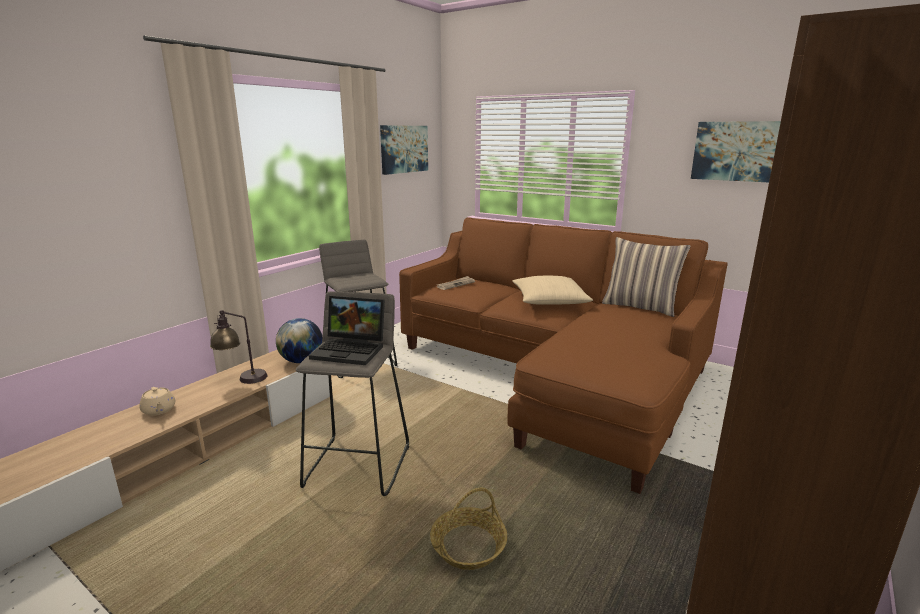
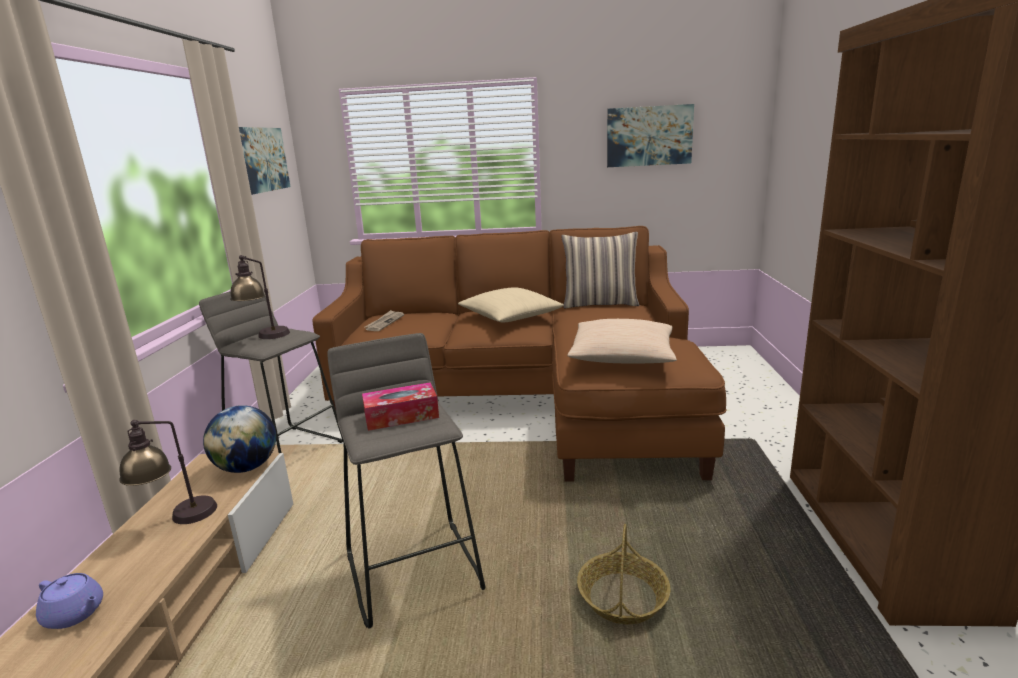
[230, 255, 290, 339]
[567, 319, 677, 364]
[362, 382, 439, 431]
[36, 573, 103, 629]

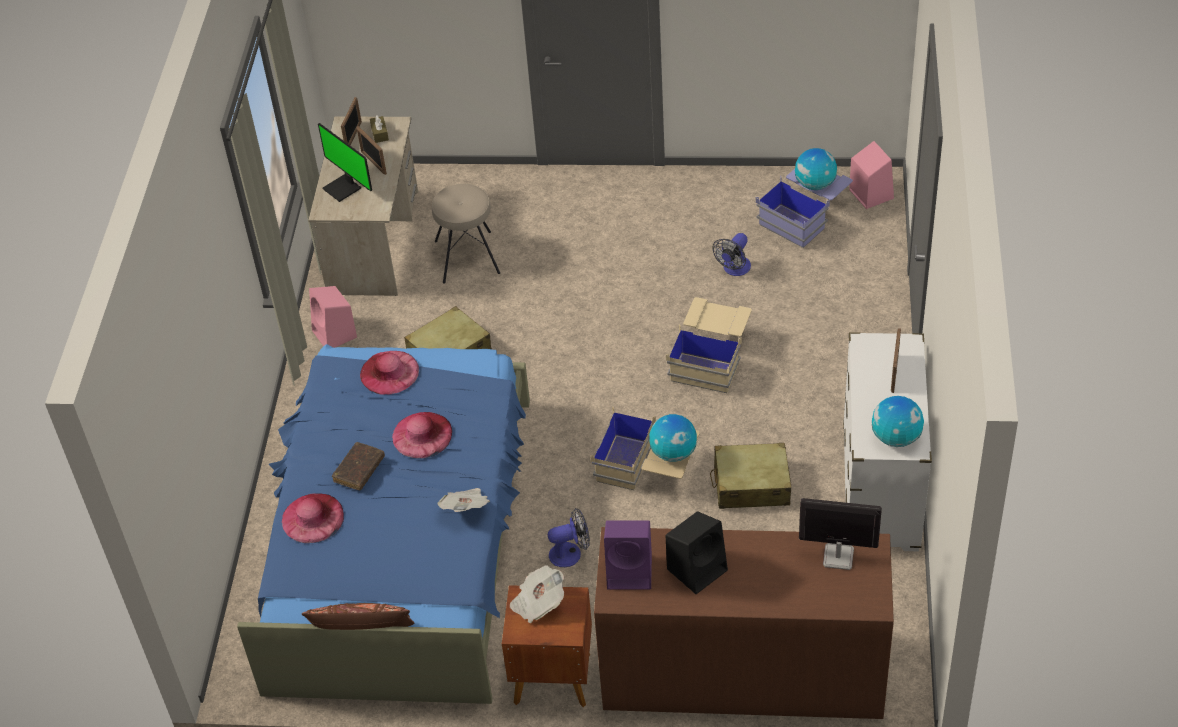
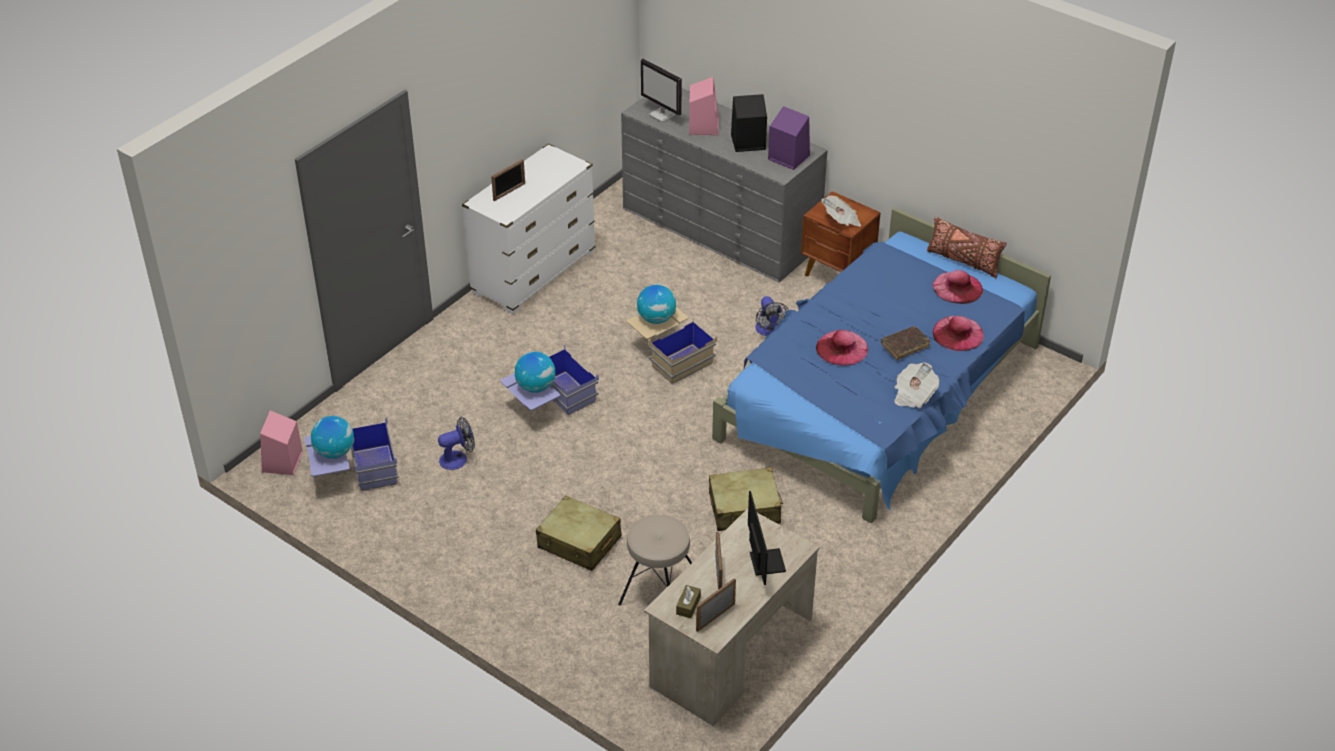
[689, 77, 719, 135]
[932, 270, 983, 304]
[894, 363, 939, 408]
[536, 496, 621, 571]
[515, 352, 555, 393]
[621, 88, 828, 283]
[500, 344, 599, 415]
[755, 296, 788, 336]

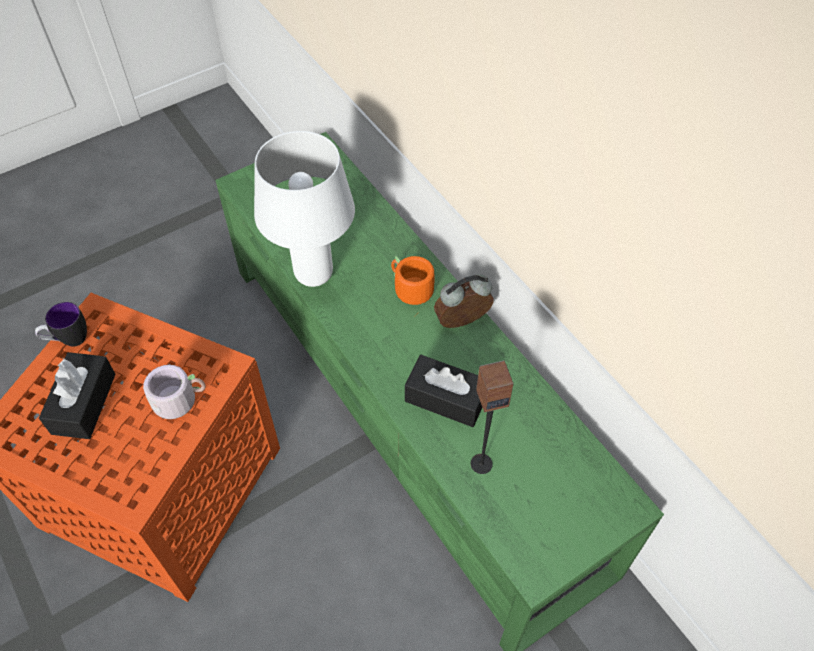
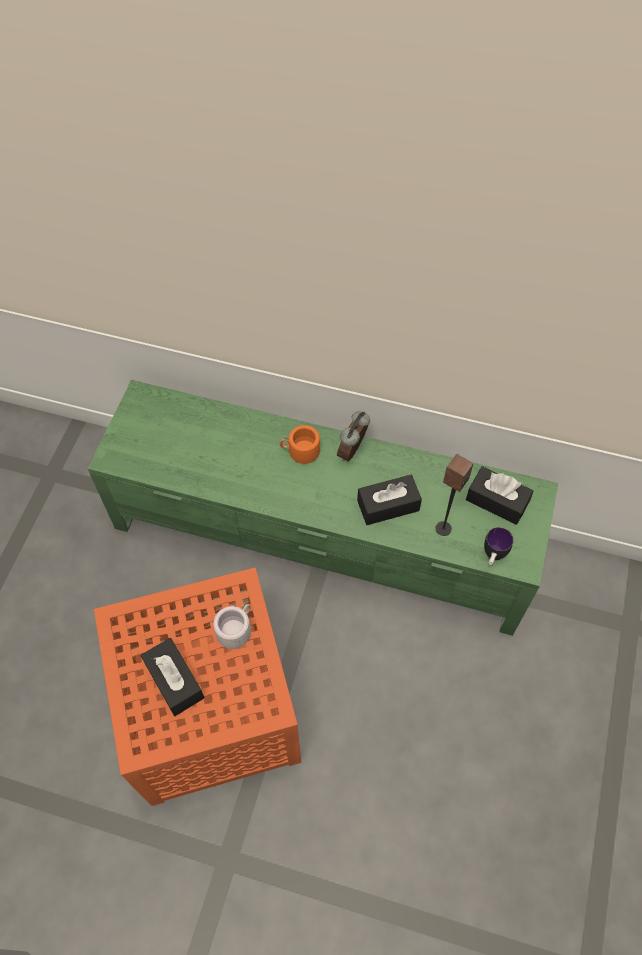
[254, 131, 355, 287] (first image)
[466, 466, 533, 525]
[484, 527, 514, 566]

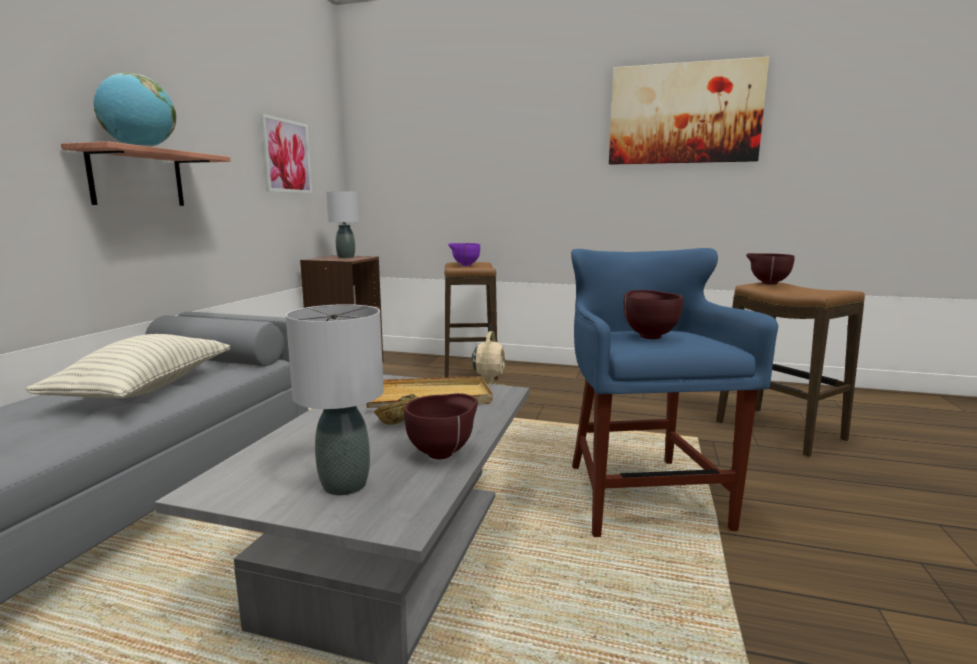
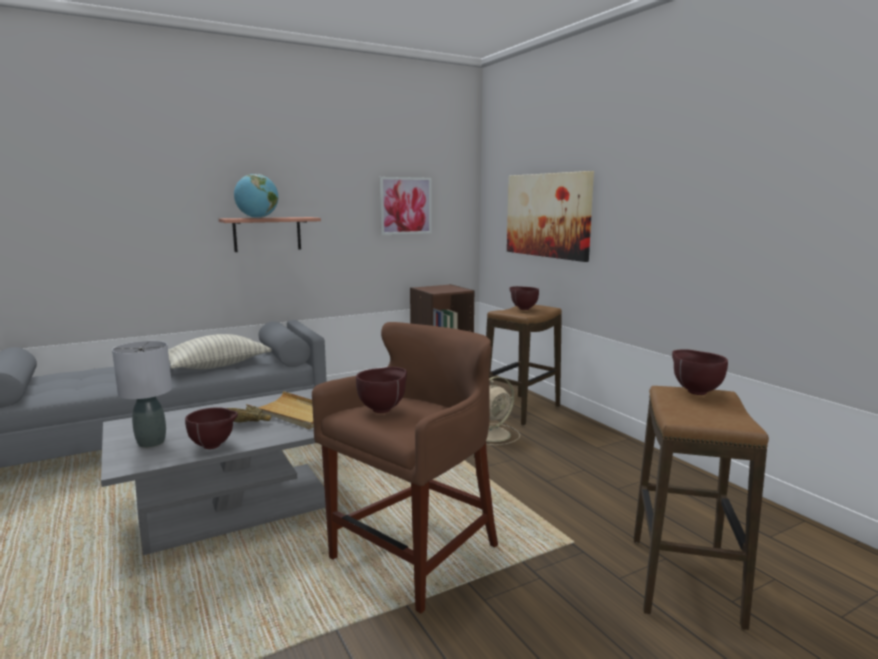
[326, 191, 360, 258] (first image)
[507, 171, 594, 262]
[510, 286, 539, 310]
[312, 322, 498, 614]

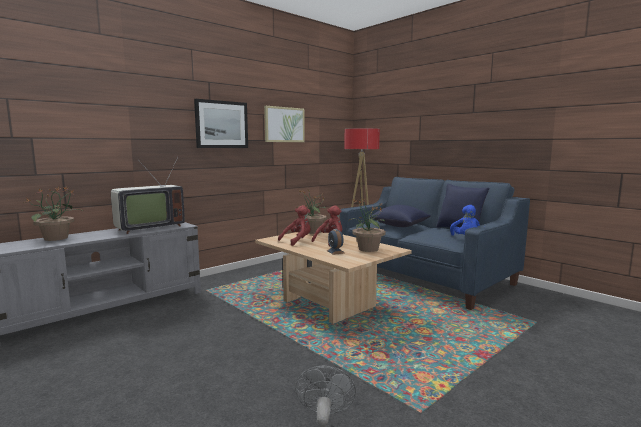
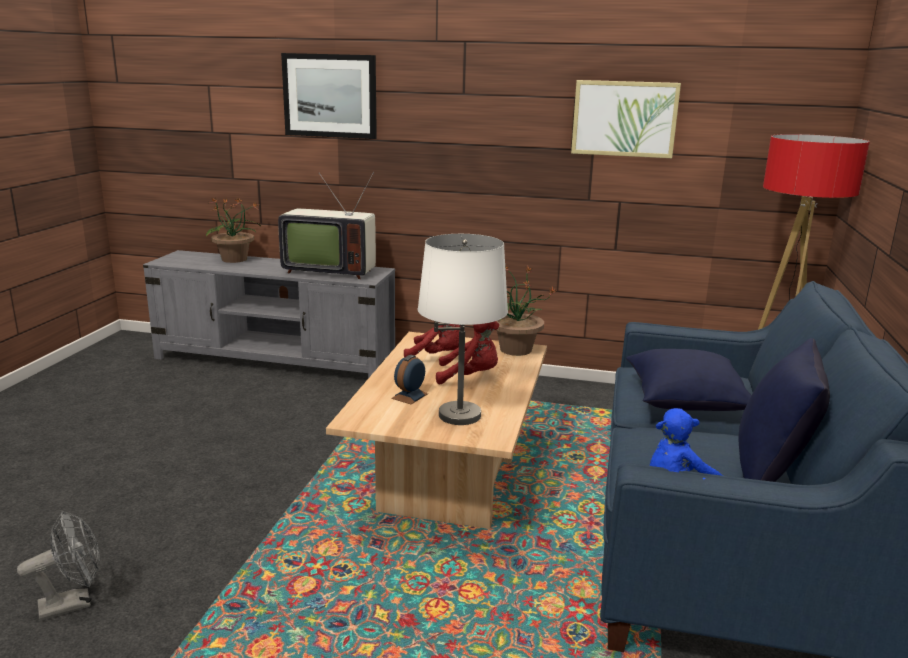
[281, 53, 377, 139]
[418, 234, 508, 425]

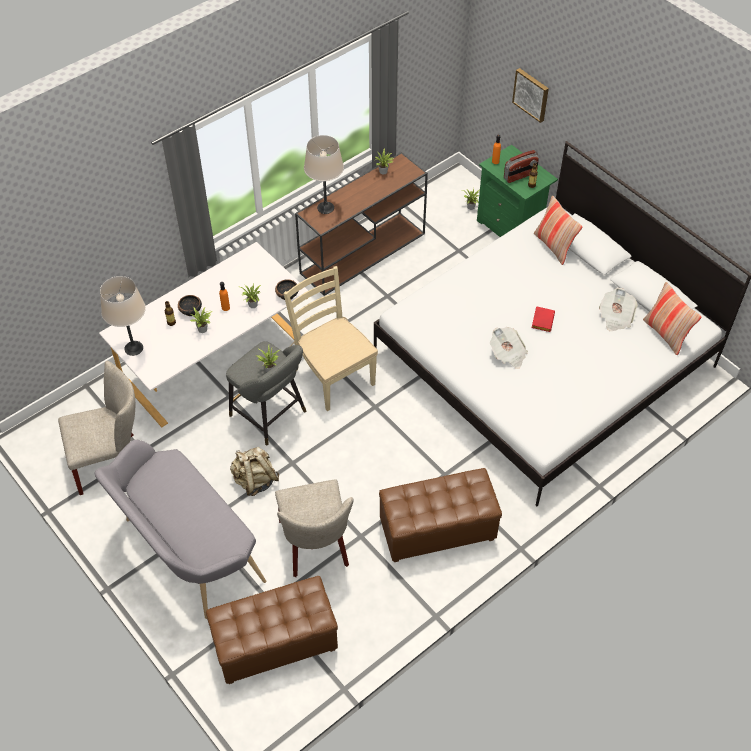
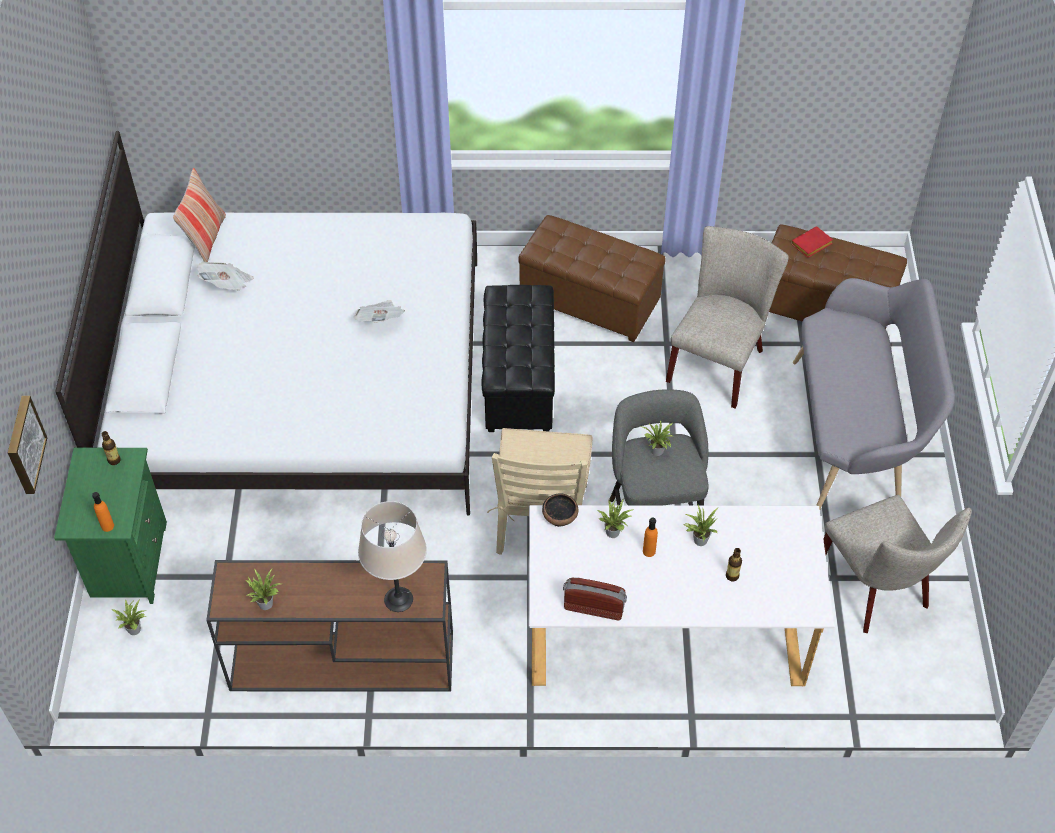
[100, 276, 146, 356] (first image)
[178, 295, 202, 316] (first image)
[230, 447, 279, 496] (first image)
[534, 195, 582, 265] (first image)
[481, 285, 555, 432]
[563, 578, 627, 620]
[791, 226, 833, 258]
[823, 495, 972, 633]

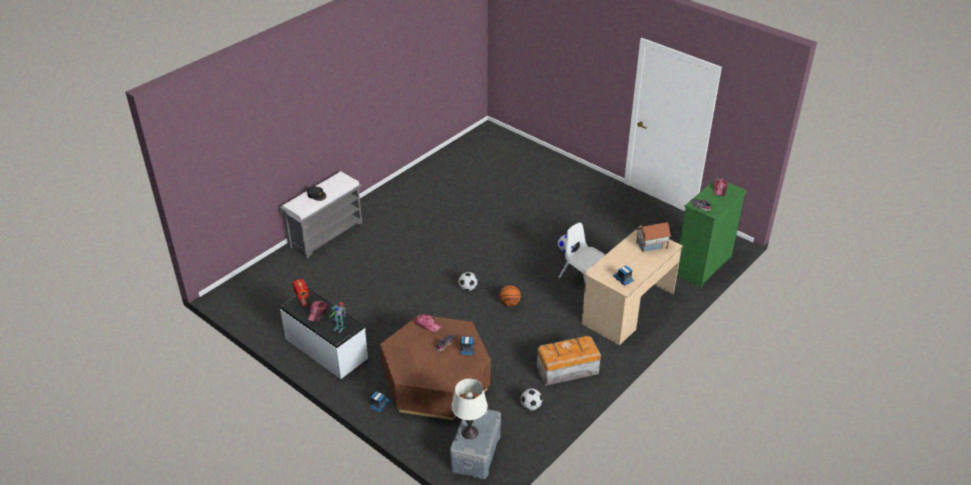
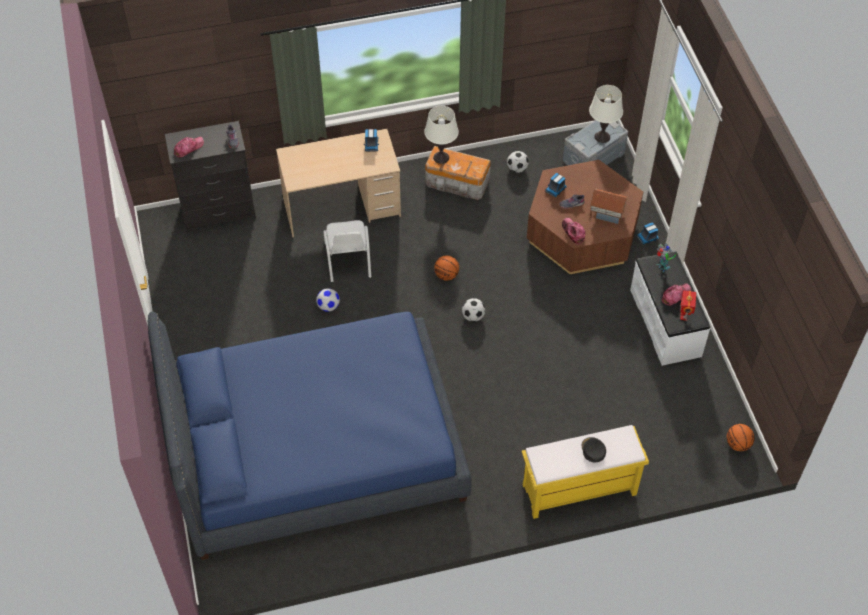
[147, 312, 472, 560]
[424, 106, 459, 164]
[727, 424, 755, 451]
[589, 189, 628, 225]
[522, 425, 649, 519]
[165, 121, 256, 232]

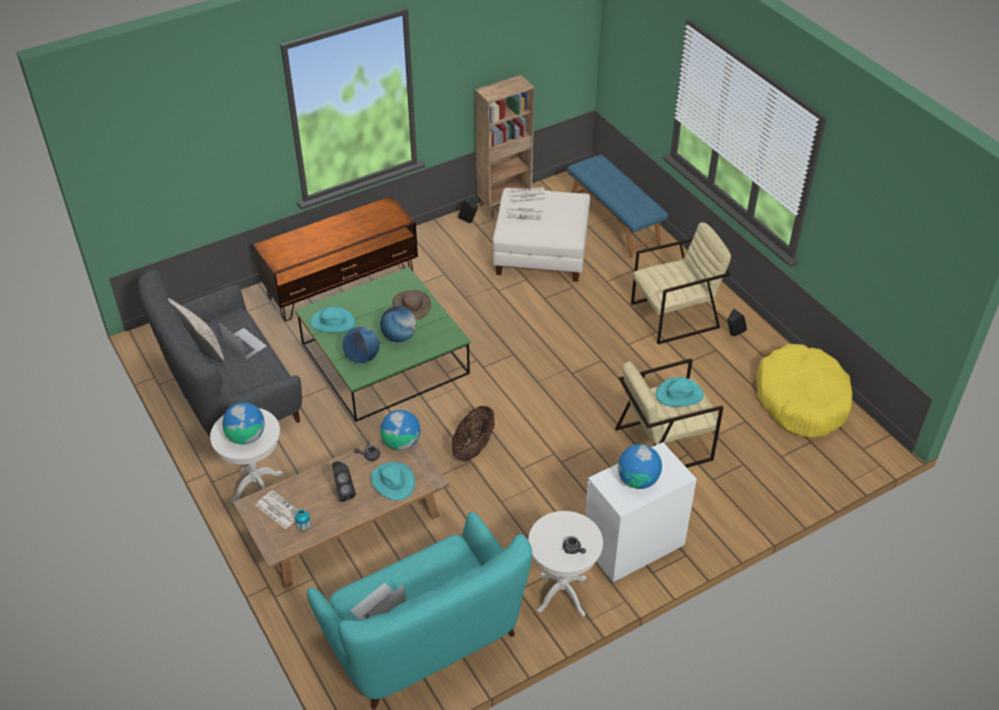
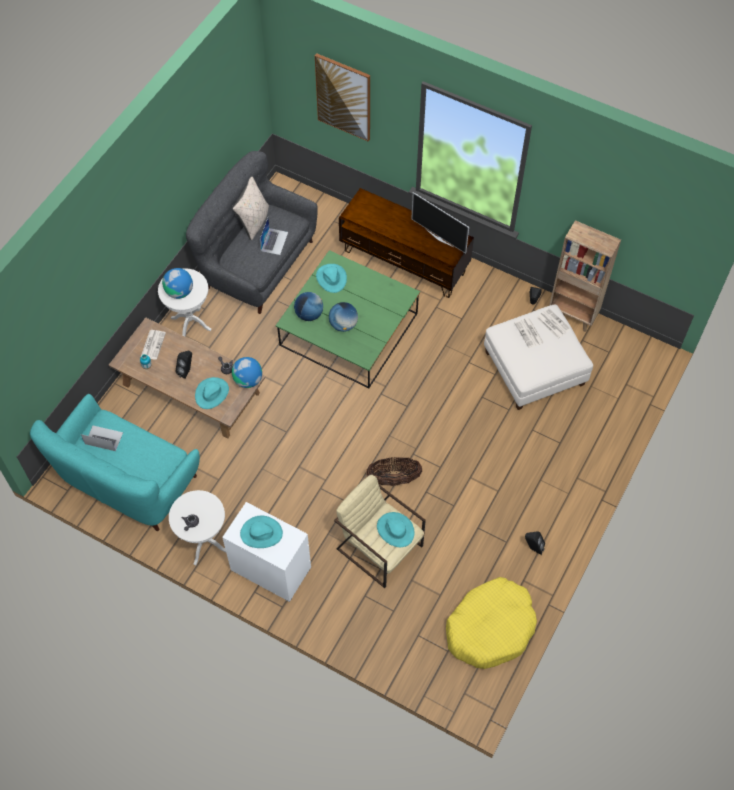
[393, 290, 431, 320] (first image)
[568, 155, 668, 258] (first image)
[631, 222, 731, 344] (first image)
[315, 53, 370, 141]
[411, 192, 469, 254]
[366, 457, 422, 486]
[240, 516, 283, 548]

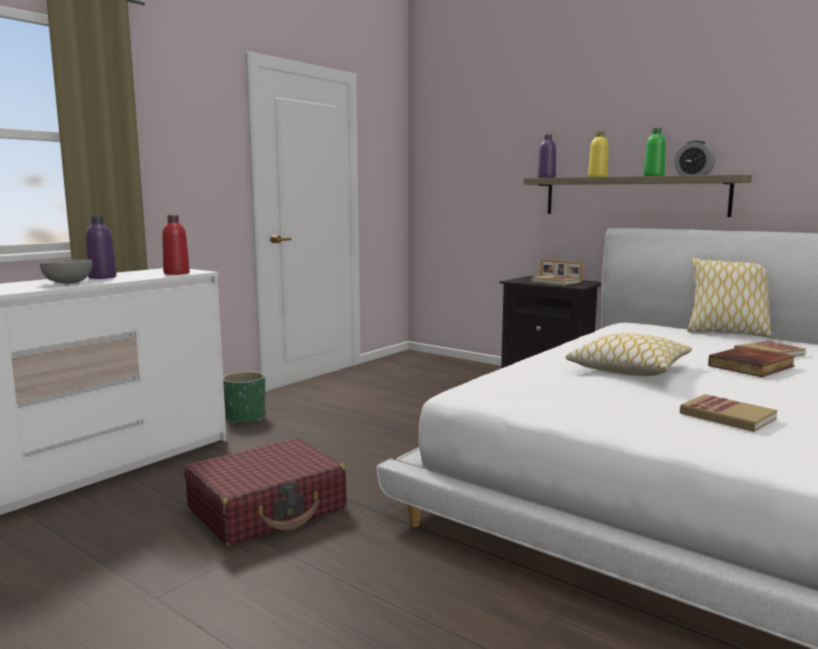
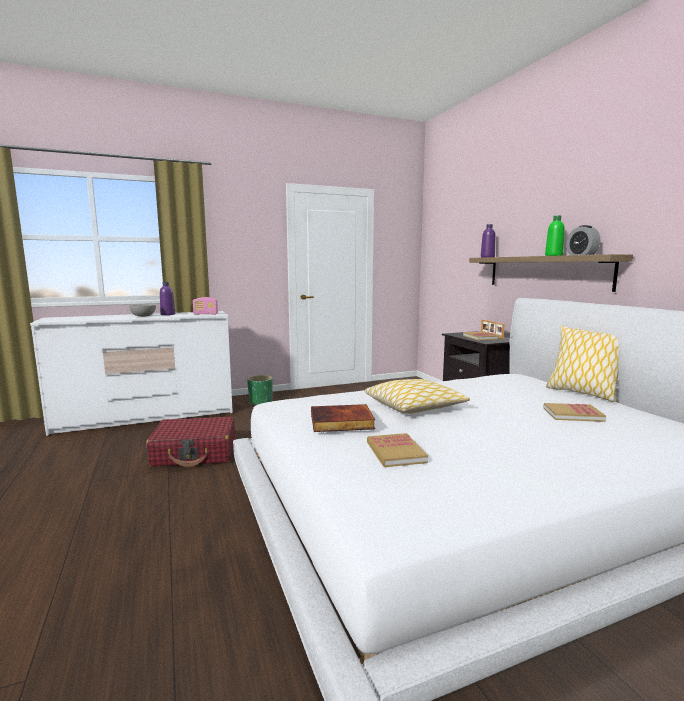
[588, 131, 608, 177] (first image)
[311, 404, 375, 432]
[193, 297, 218, 315]

